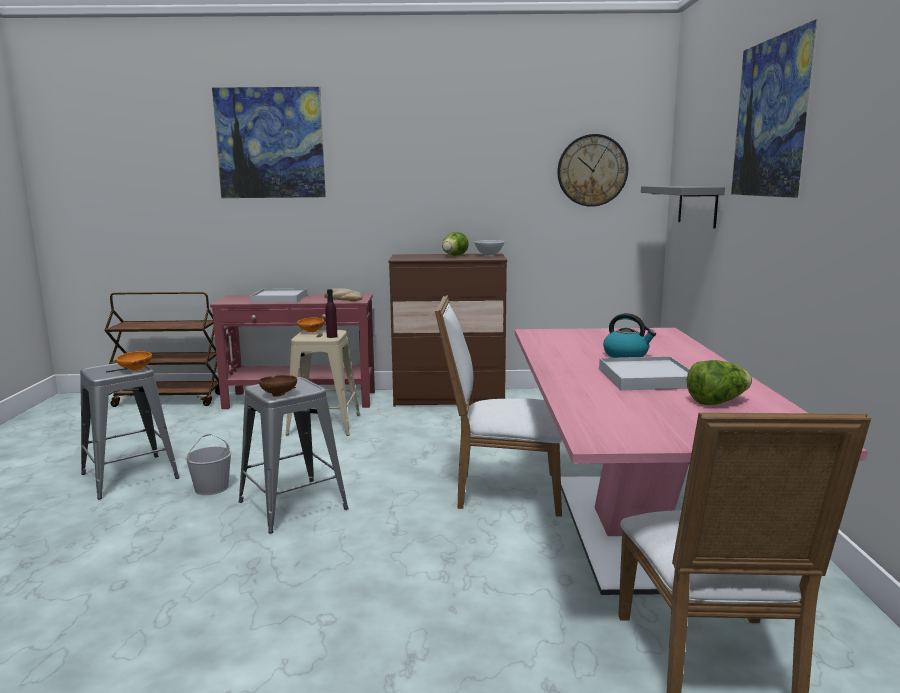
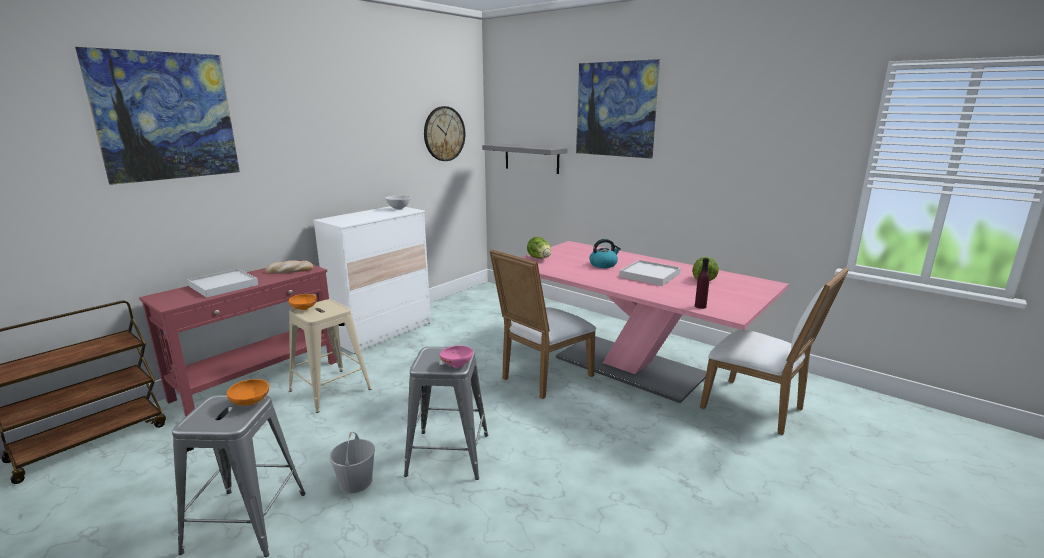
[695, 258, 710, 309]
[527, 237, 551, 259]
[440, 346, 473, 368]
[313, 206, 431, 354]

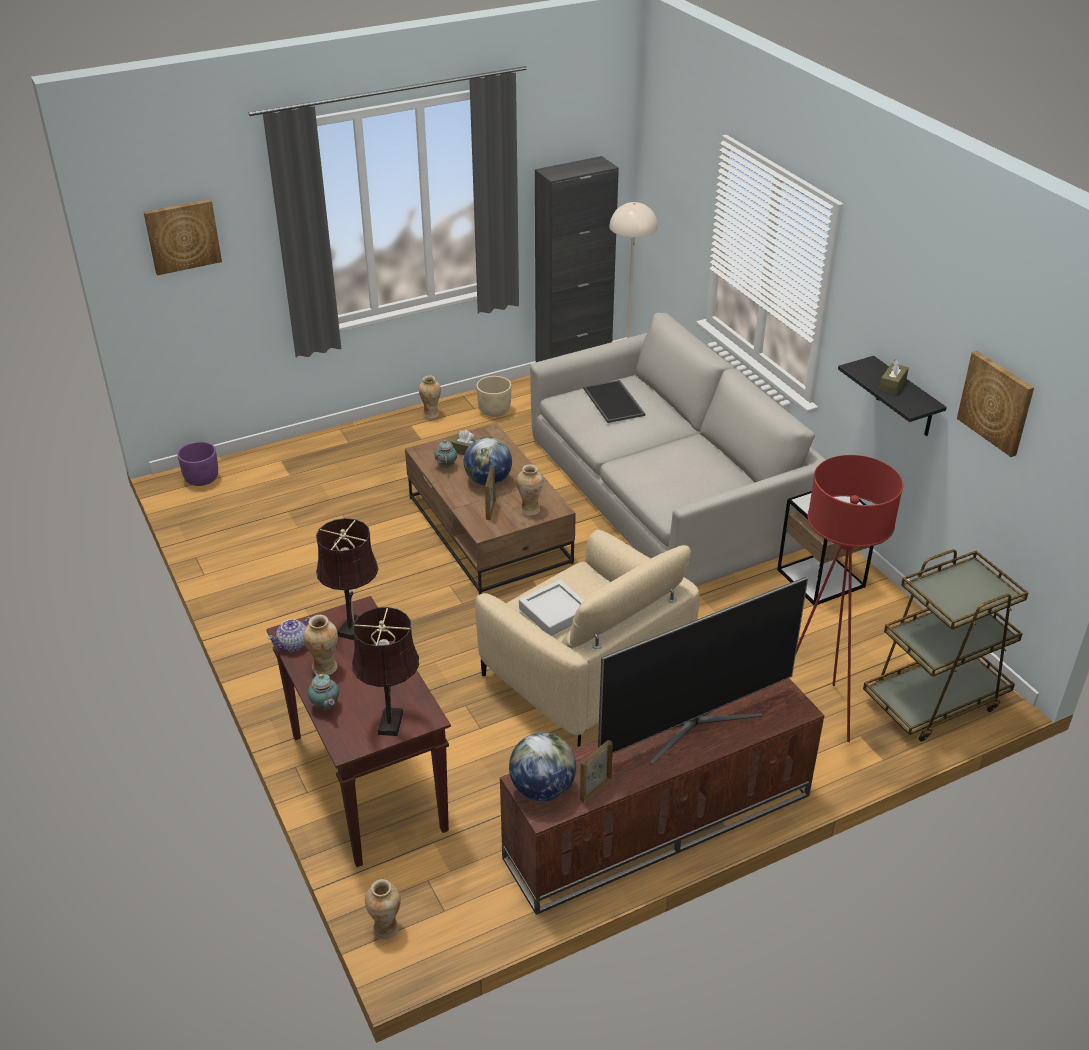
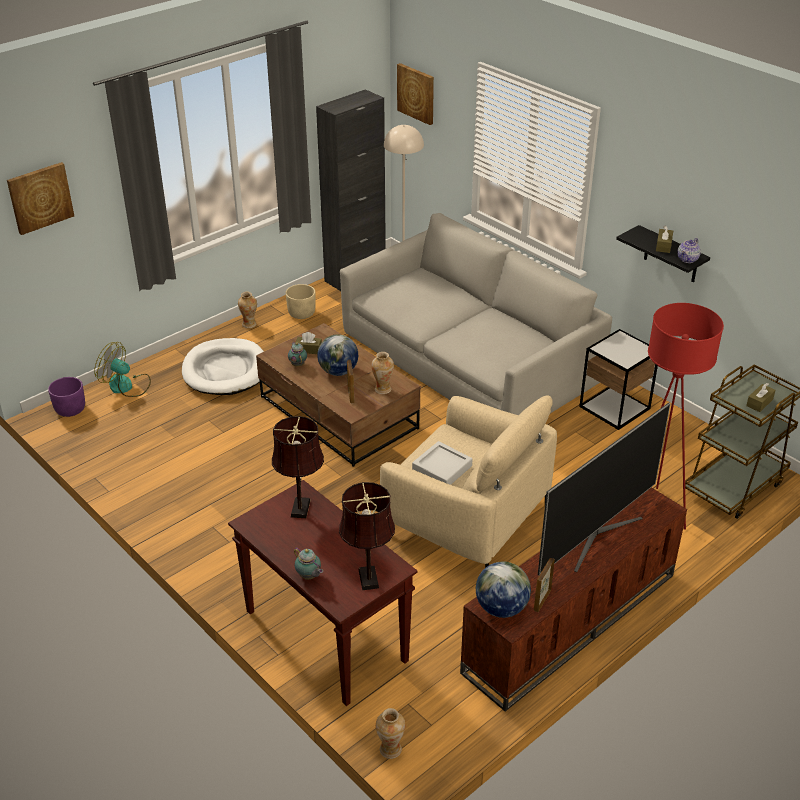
[303, 615, 338, 675] (first image)
[583, 380, 645, 423] (first image)
[94, 342, 151, 397]
[182, 338, 264, 395]
[746, 383, 776, 412]
[677, 238, 701, 263]
[397, 63, 434, 125]

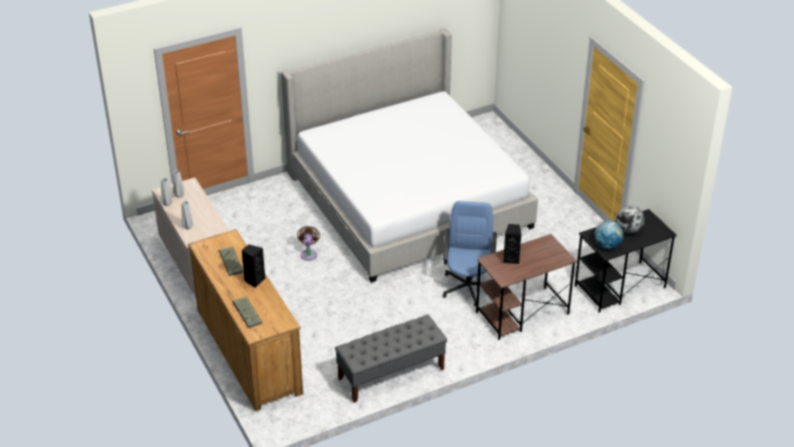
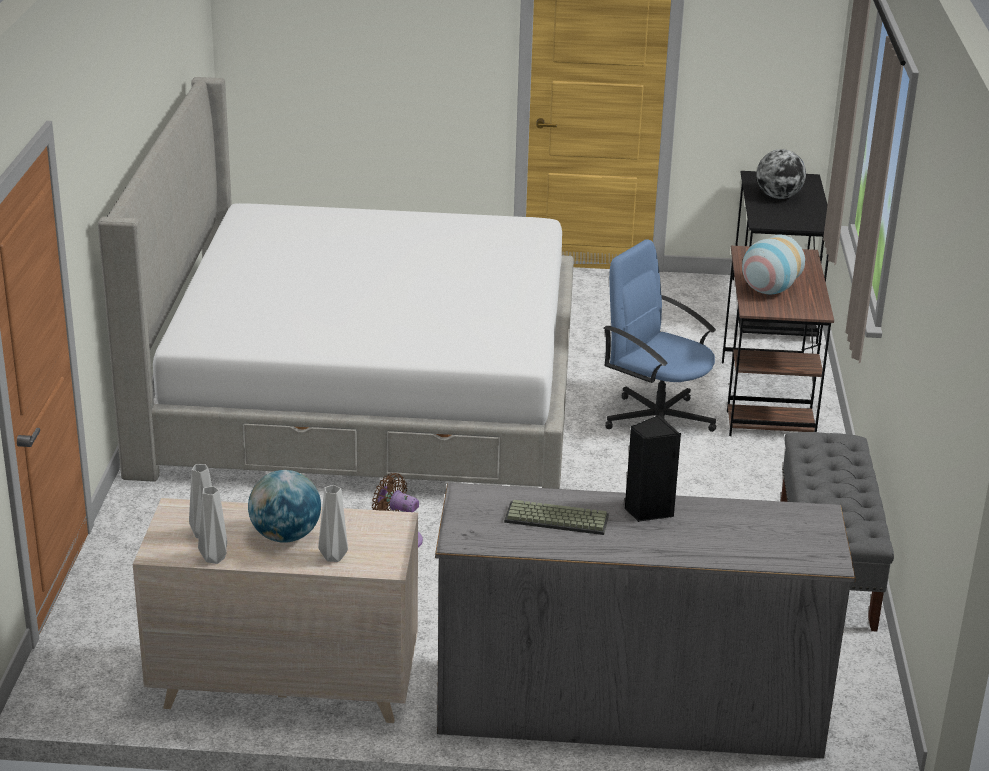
[232, 297, 263, 328] (first image)
[248, 470, 321, 543]
[742, 234, 805, 294]
[435, 483, 856, 758]

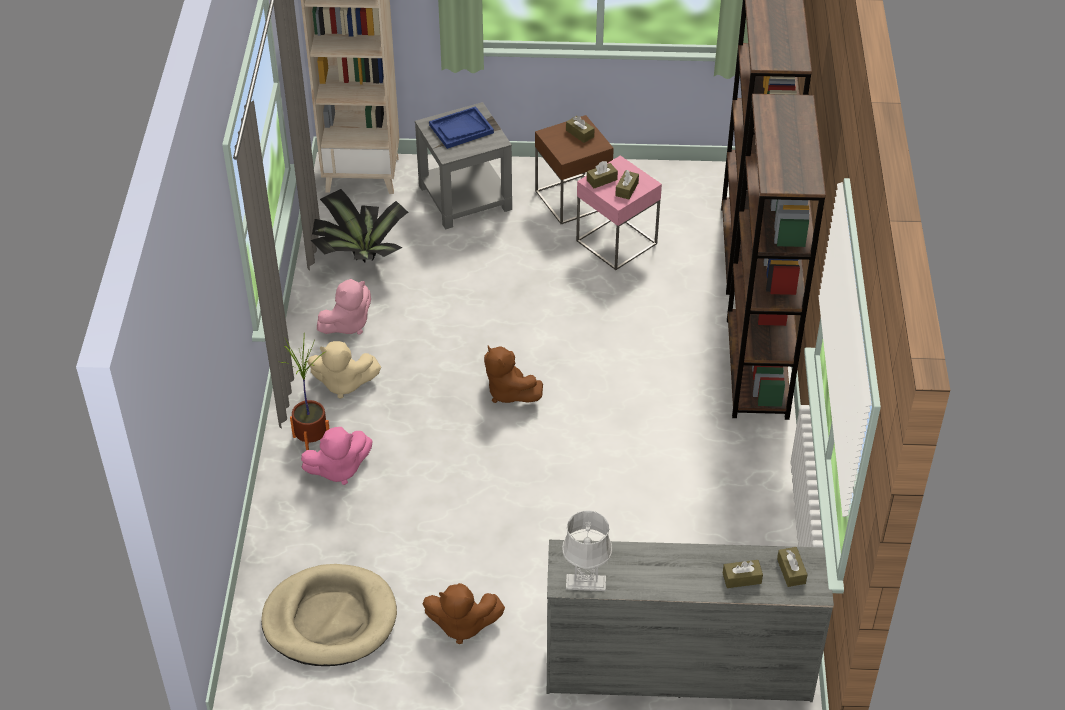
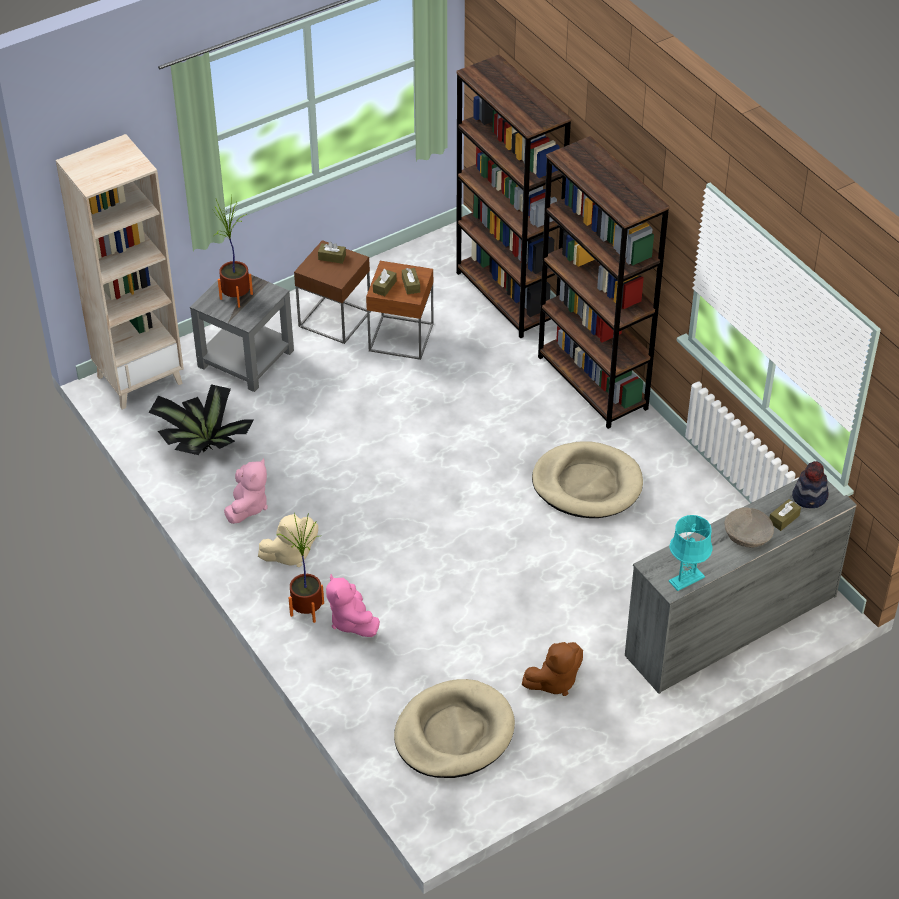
[484, 346, 543, 403] (first image)
[532, 441, 643, 518]
[724, 507, 774, 548]
[212, 195, 253, 308]
[792, 461, 829, 508]
[669, 515, 713, 591]
[366, 261, 434, 360]
[326, 574, 380, 637]

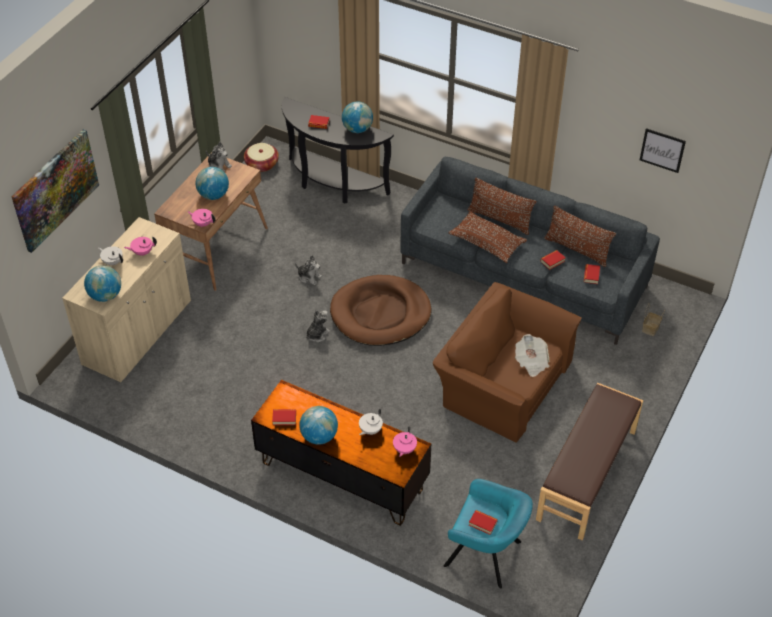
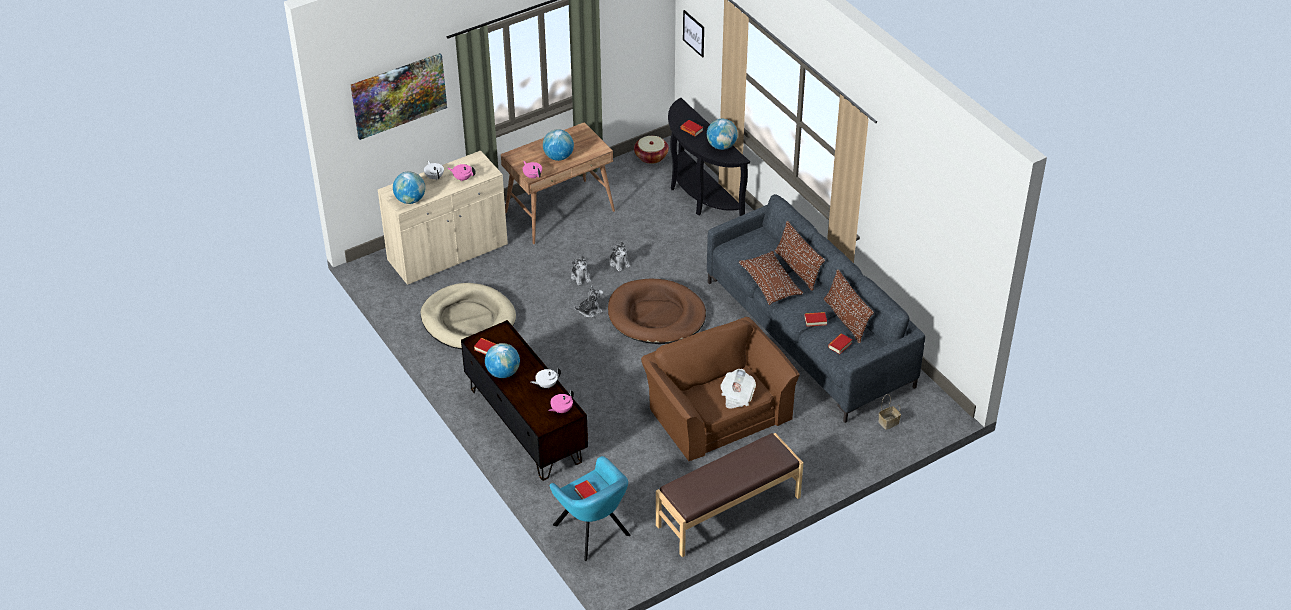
[421, 283, 516, 349]
[571, 255, 591, 285]
[683, 10, 704, 58]

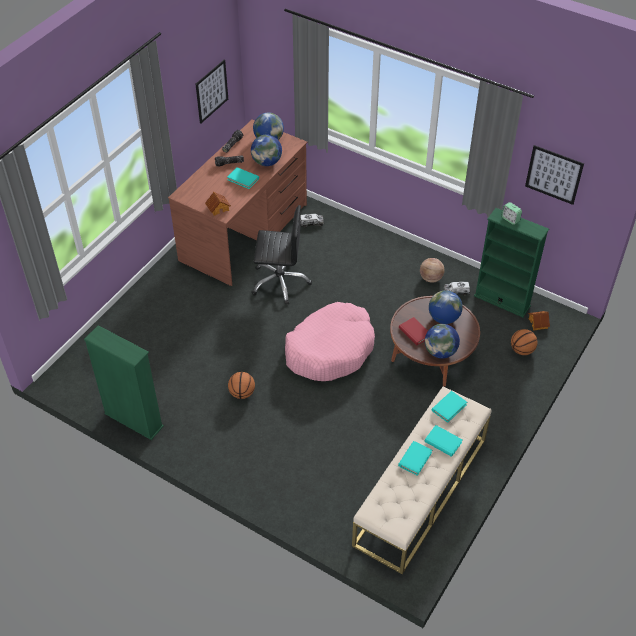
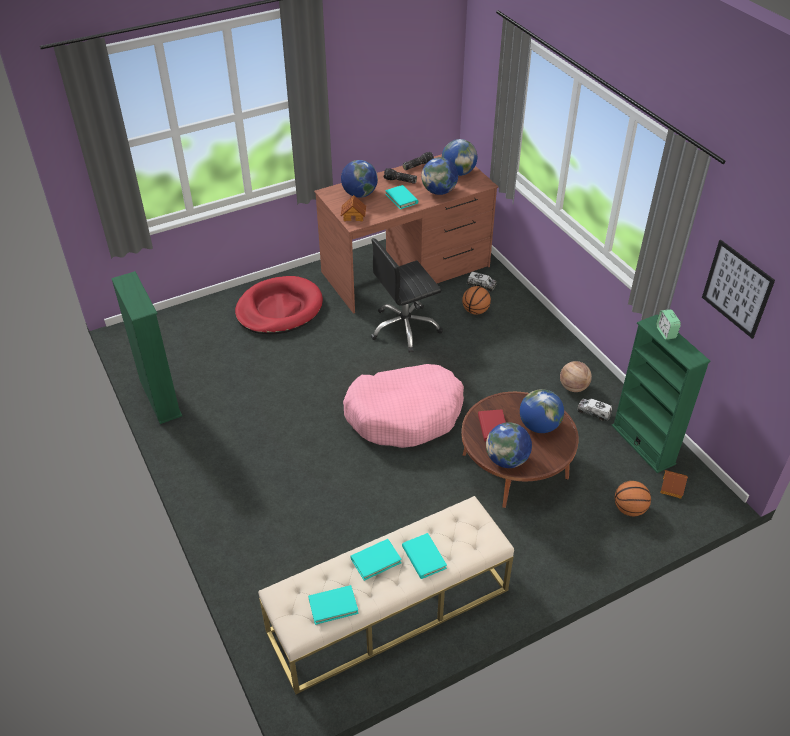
[196, 60, 228, 124] (first image)
[235, 276, 323, 334]
[341, 160, 378, 198]
[462, 286, 491, 315]
[308, 585, 359, 625]
[371, 238, 443, 353]

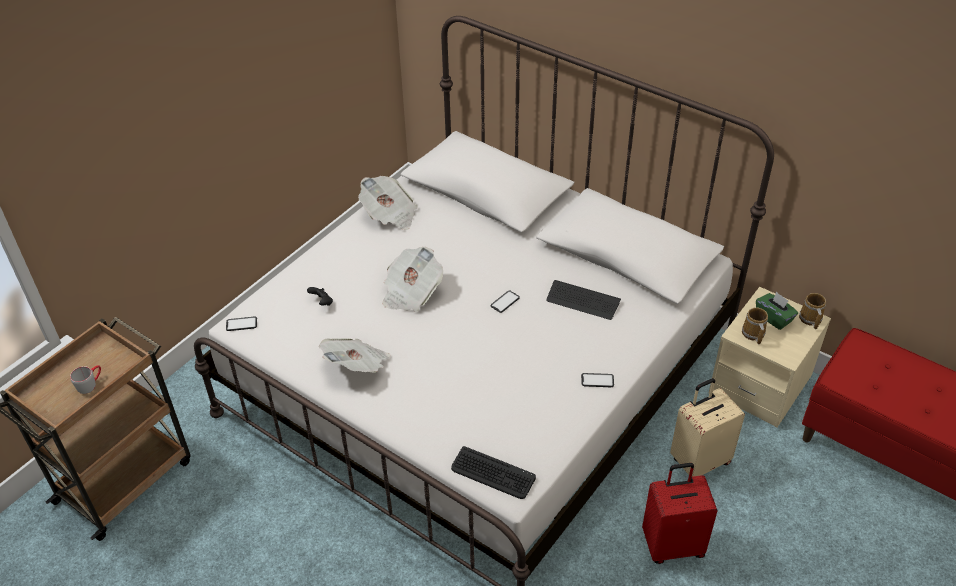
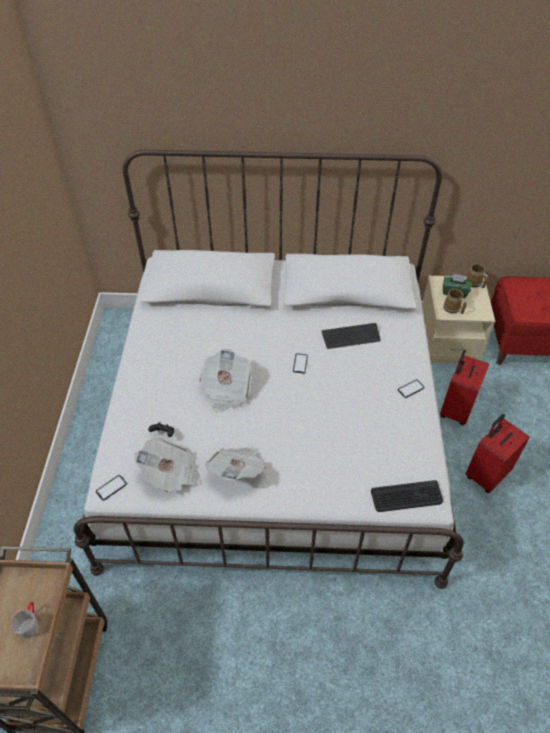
[135, 438, 202, 492]
[440, 350, 489, 425]

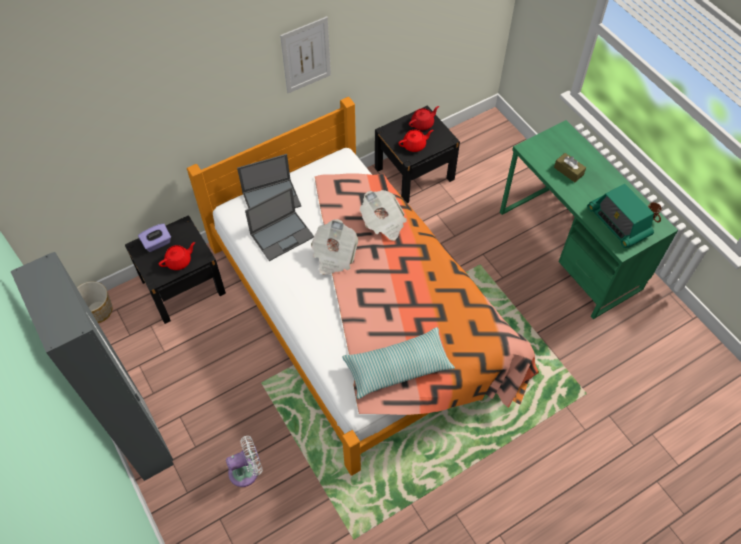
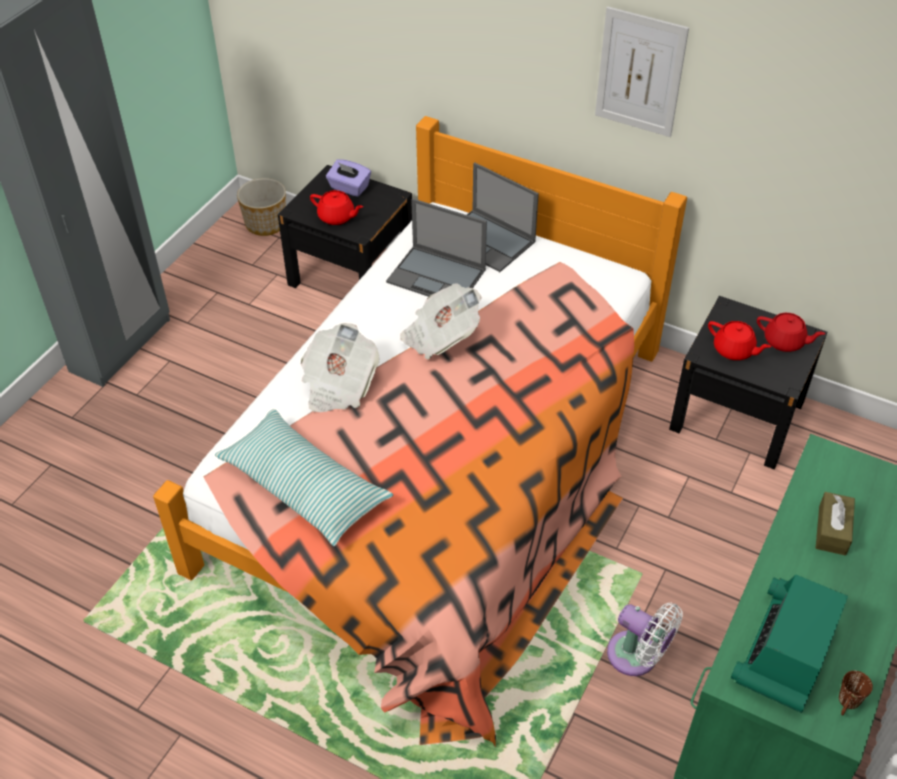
[607, 603, 683, 676]
[301, 323, 380, 412]

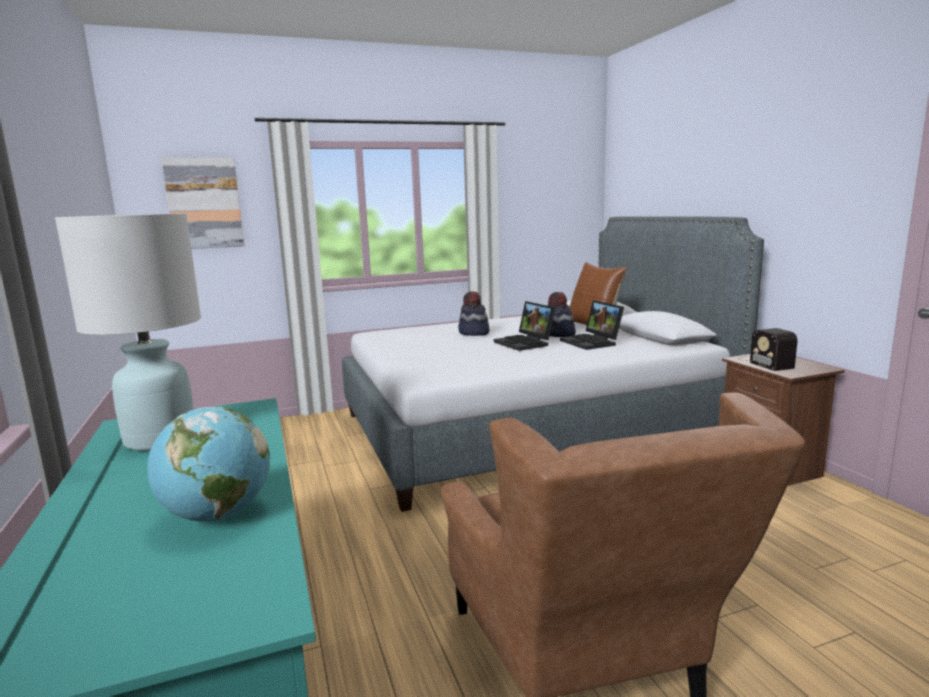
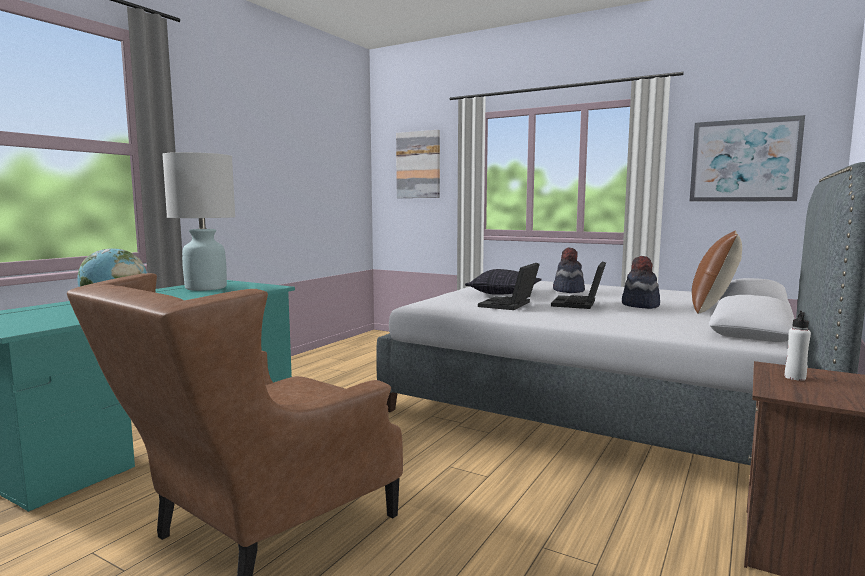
[465, 269, 542, 295]
[689, 115, 805, 202]
[478, 263, 540, 310]
[785, 311, 811, 381]

